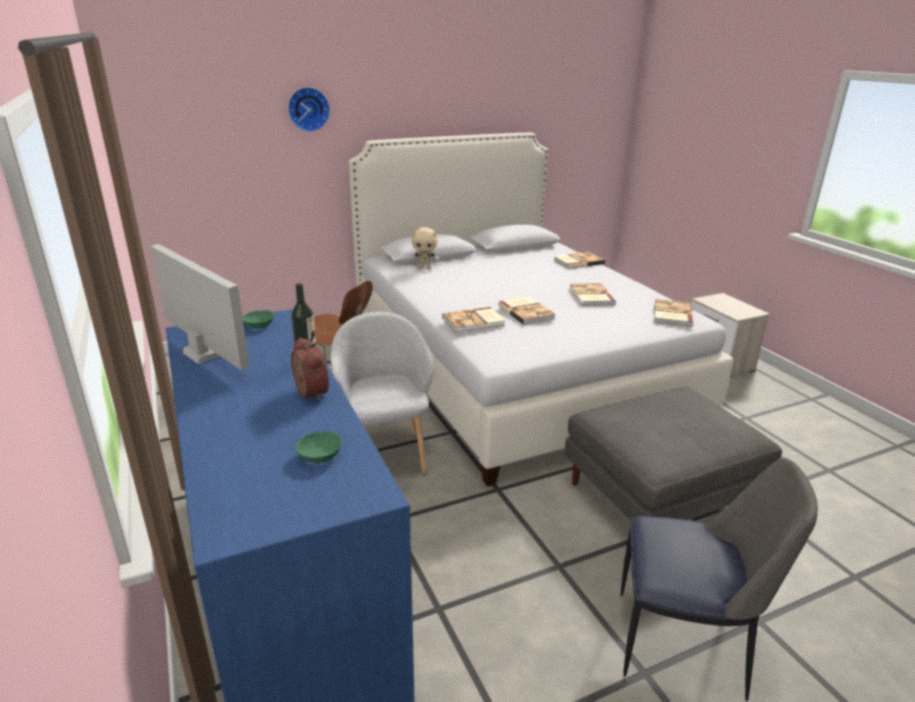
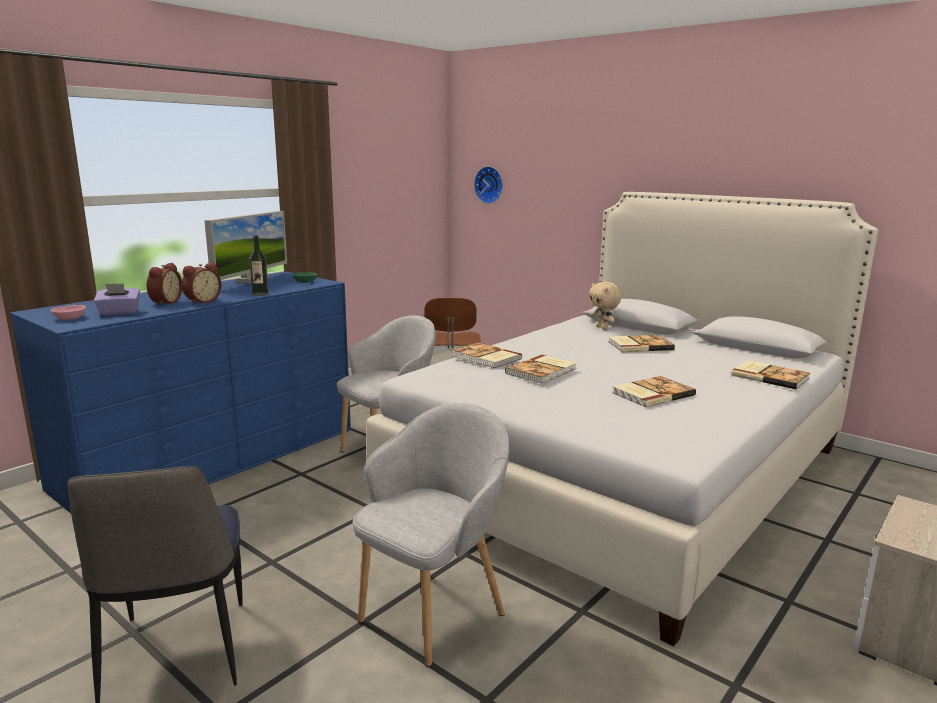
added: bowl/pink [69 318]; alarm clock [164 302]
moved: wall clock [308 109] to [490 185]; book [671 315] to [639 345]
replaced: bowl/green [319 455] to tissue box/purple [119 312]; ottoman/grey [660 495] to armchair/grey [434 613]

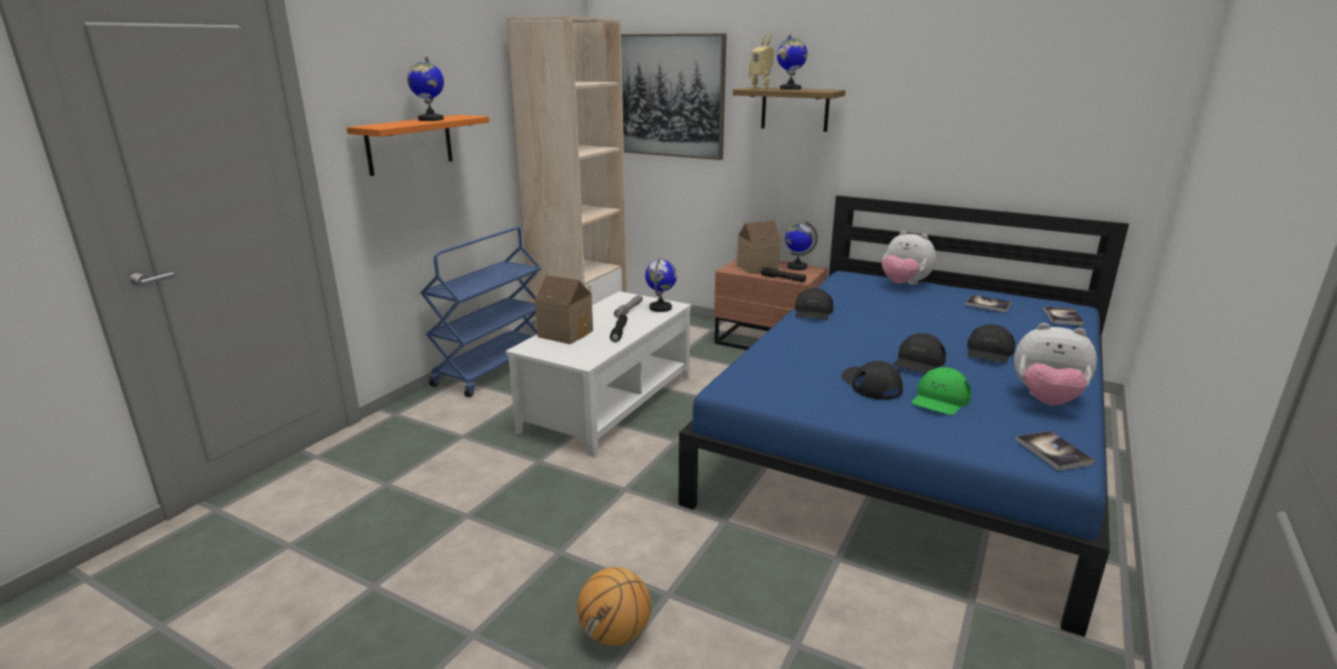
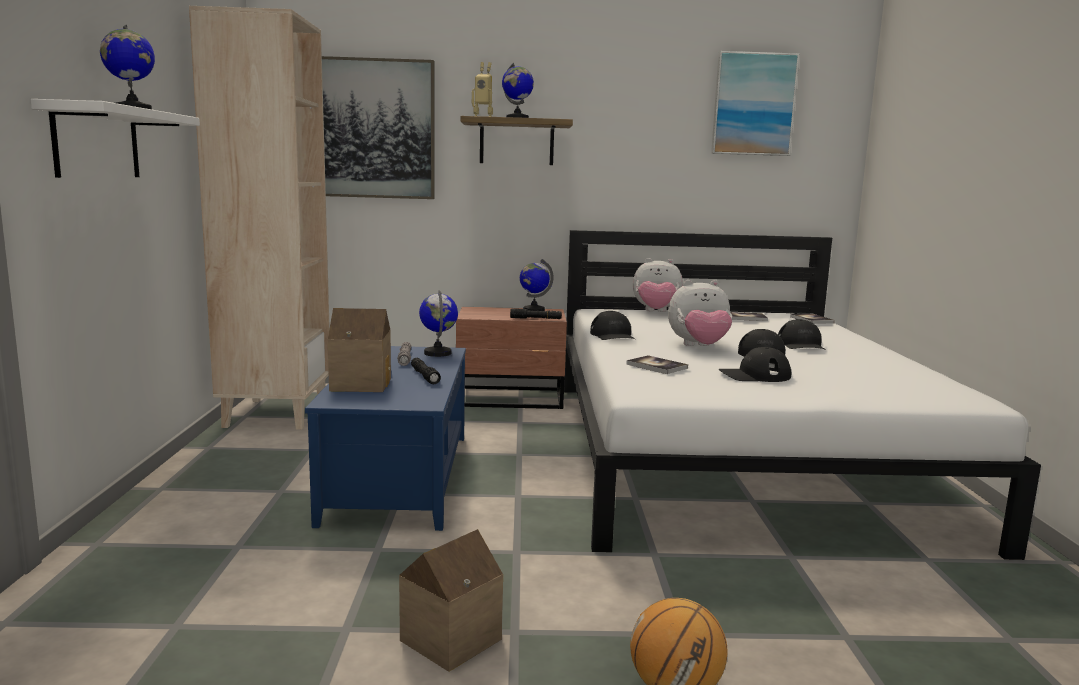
removed: cart/blue [492 368]; cap/green [940 399]
added: picture [753 104]
moved: toy house [756 267] to [447 638]; plush toy [1046 400] to [699 347]; book [1053 452] to [656 366]
recoloured: shelf/orange [410 144] to shelf/white [97 143]; coffee table/white [607 402] to coffee table/blue [397 477]; bed/blue [913 440] to bed/white [734 452]
turned: cap/black [871 385] = [754 375] 45 degrees counterclockwise

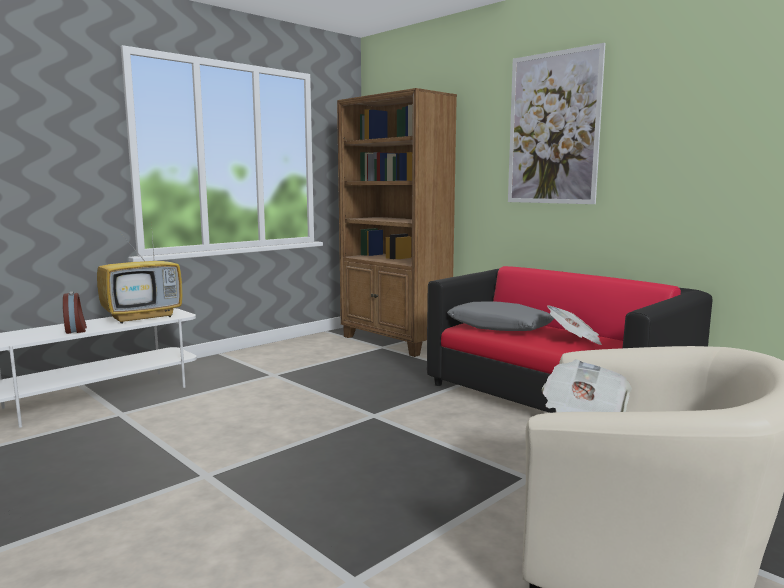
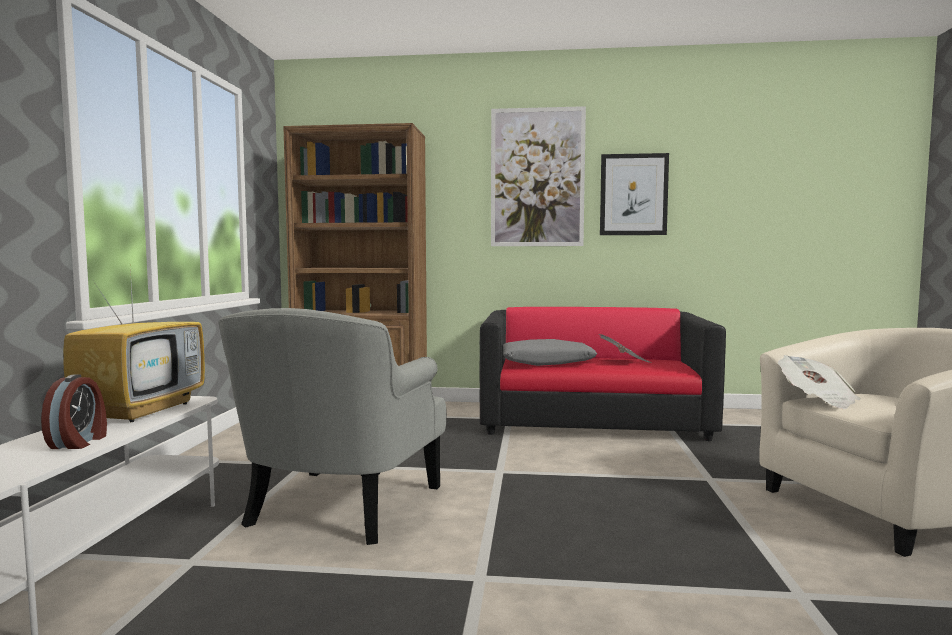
added: armchair/grey [341 506]; picture [633 195]
turned: alarm clock [76 330] = [79 442] 60 degrees clockwise

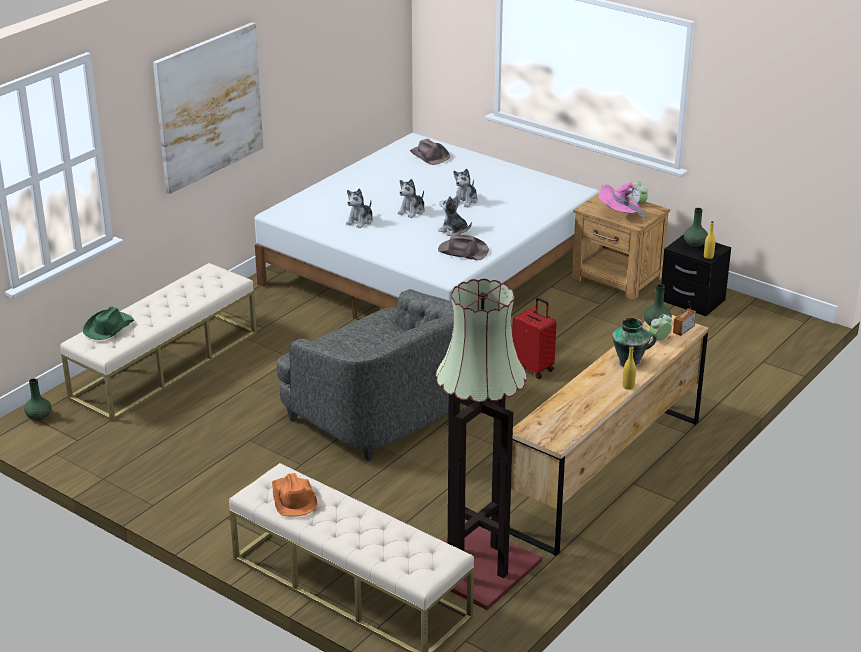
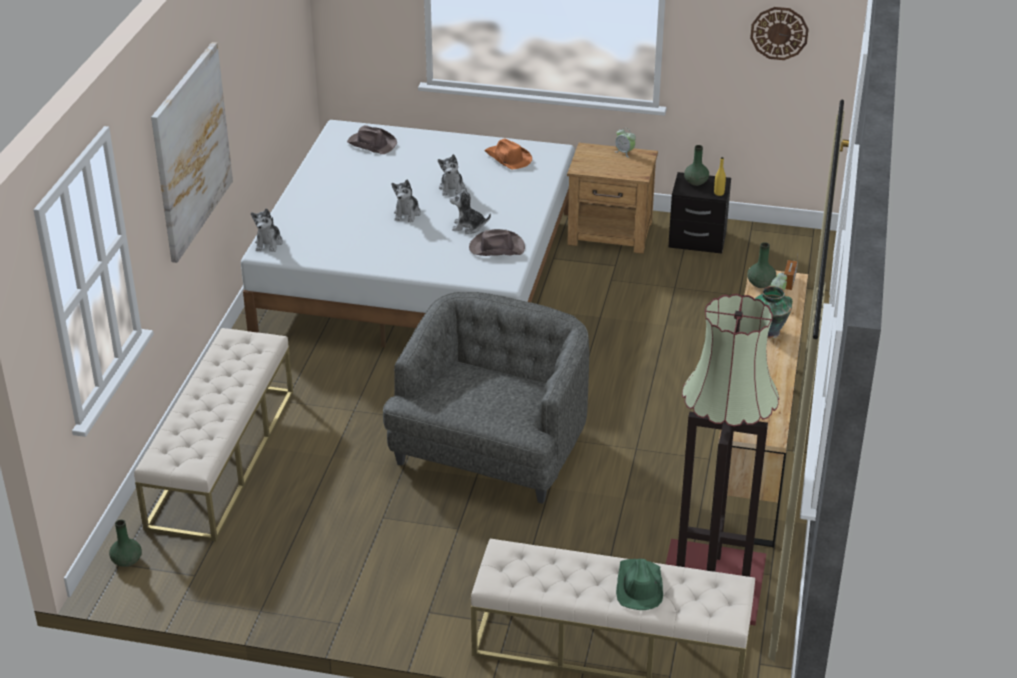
removed: suitcase/red [533 368]; hat/pink [619 215]; bottle/yellow [628 386]
added: wall clock [779 33]
moved: hat/green [108 327] to [639 586]; hat/orange [293 498] to [508 158]; plush toy [360 221] to [269 243]
turned: armchair/grey [377 414] = [491 448] 90 degrees counterclockwise

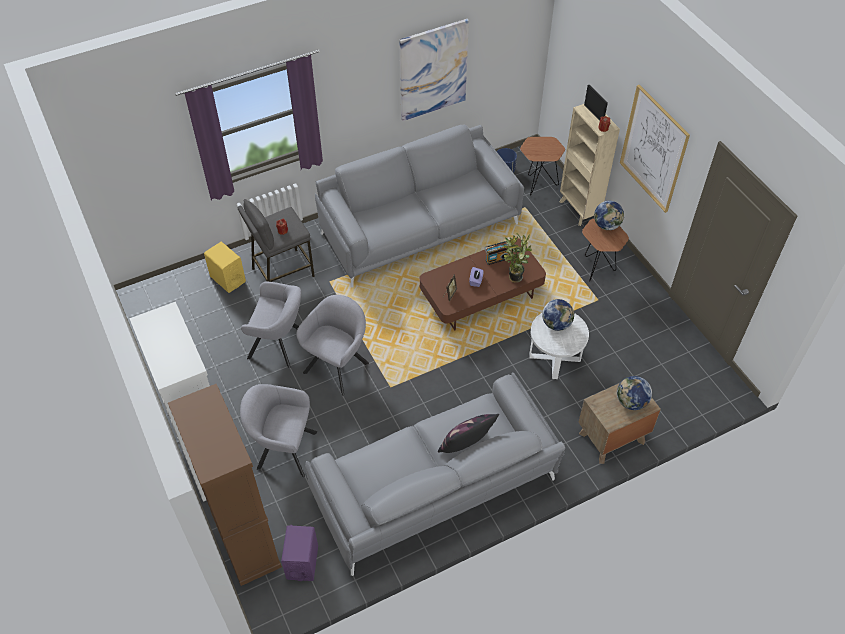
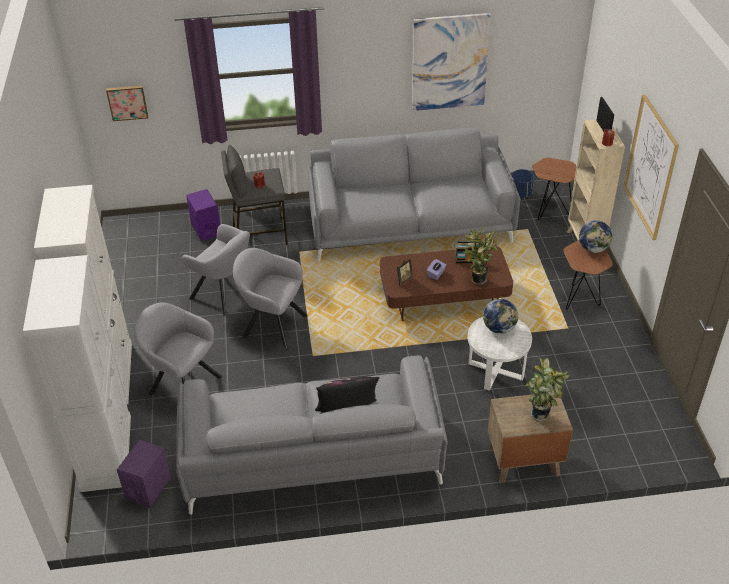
added: picture [127 102]
replaced: globe [631 402] to potted plant [542 415]
recoloured: cabinet/brown [246 539] to cabinet/white [106 452]; speaker/yellow [227 279] to speaker/purple [206 229]
turned: armchair/grey [338 365] = [272 324] 120 degrees counterclockwise

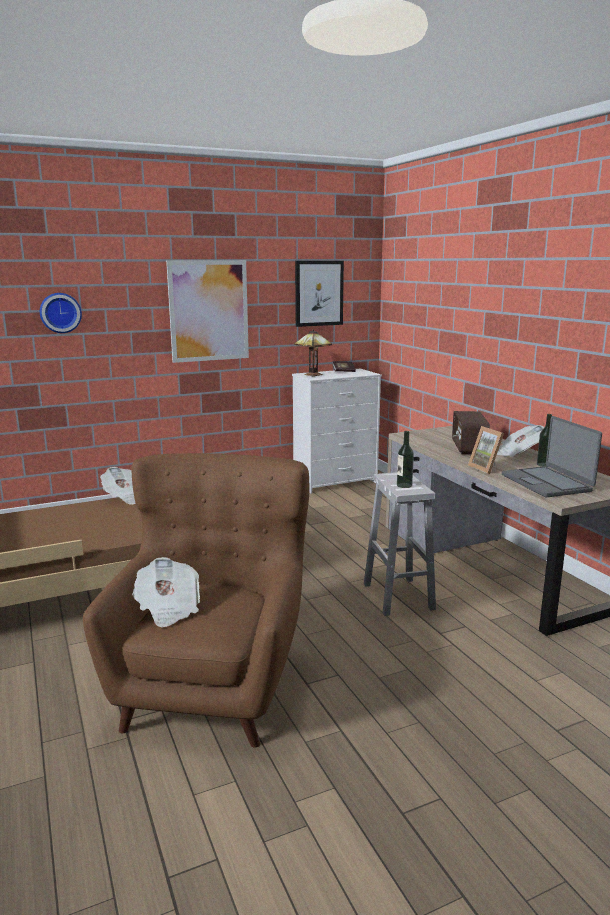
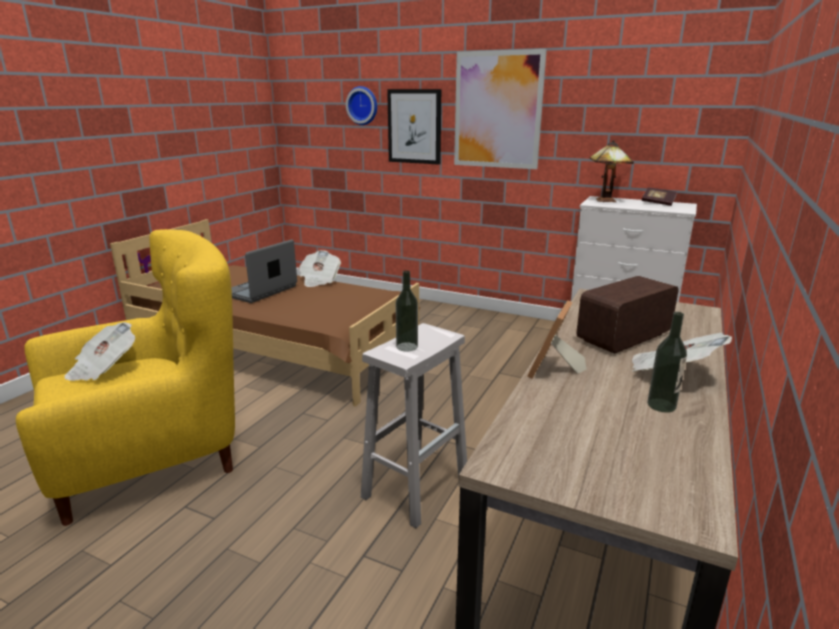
moved: picture [319 293] to [414 126]; laptop [547 483] to [260 291]
recoloured: armchair/brown [213 683] to armchair/yellow [153 458]

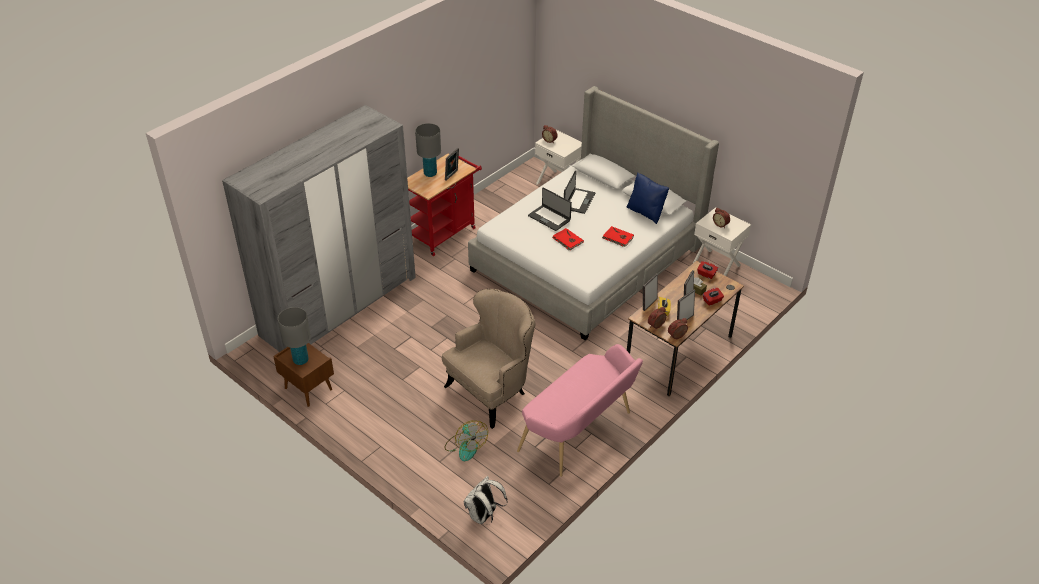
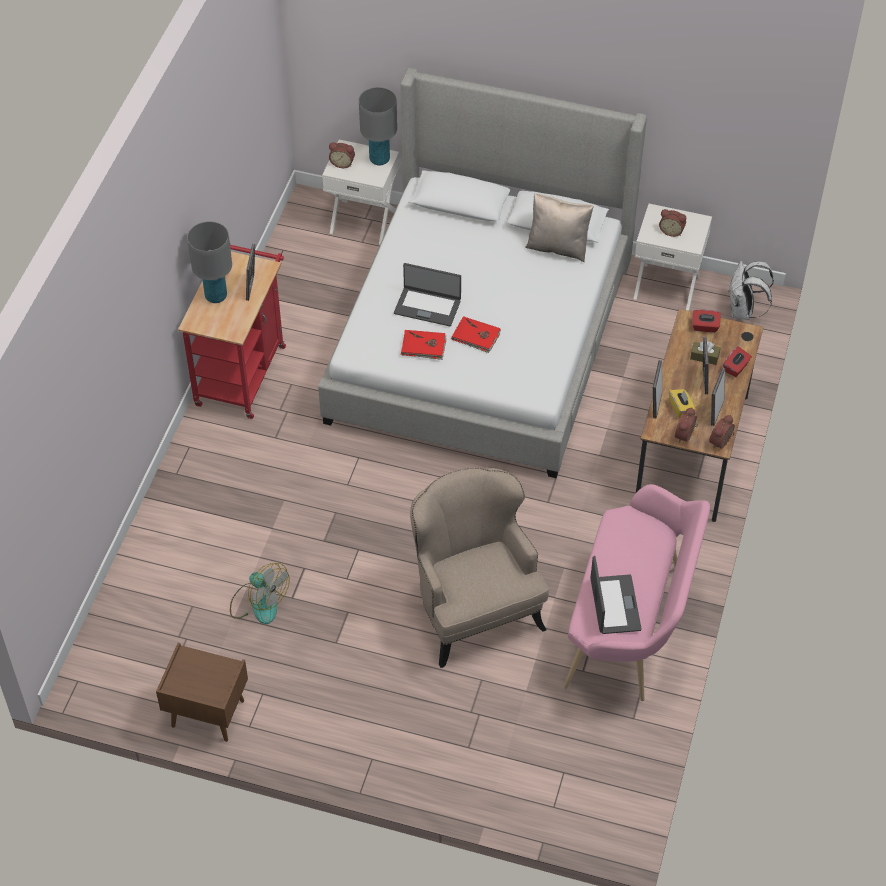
removed: wardrobe/grey [340 305]
moved: table lamp/grey [300 360] to [379 159]; fan [465 446] to [258 603]; backpack/white [484 516] to [743 311]; laptop [578 201] to [614 605]; book/red [618 238] to [423 346]
recoloured: pillow/blue [646 212] to pillow/beige [558 247]
turned: armchair/beige [492 391] = [474 609] 45 degrees counterclockwise

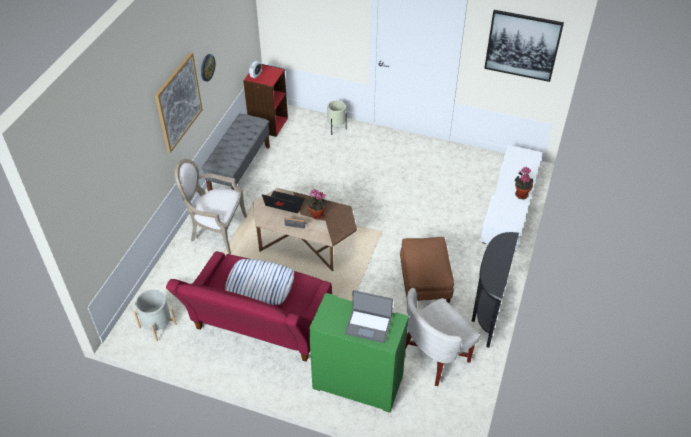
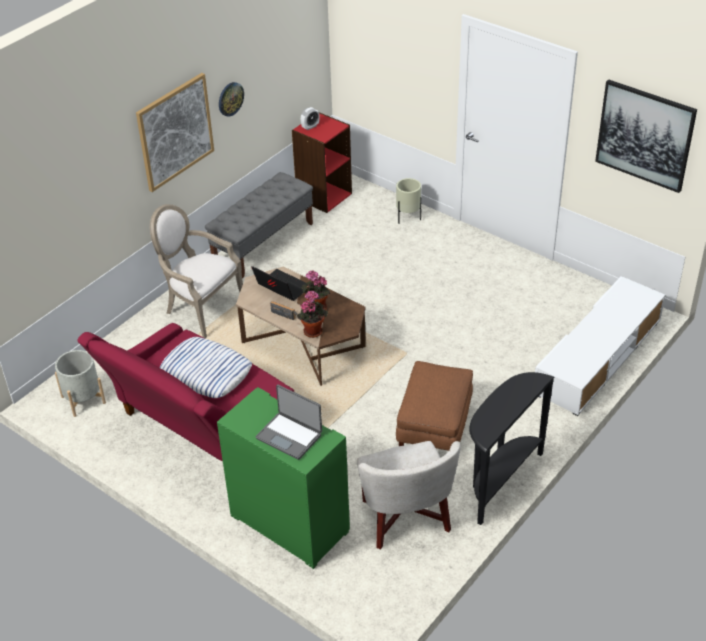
moved: potted plant [521 194] to [313 330]
turned: armchair/white [435 355] = [405 517] 90 degrees counterclockwise

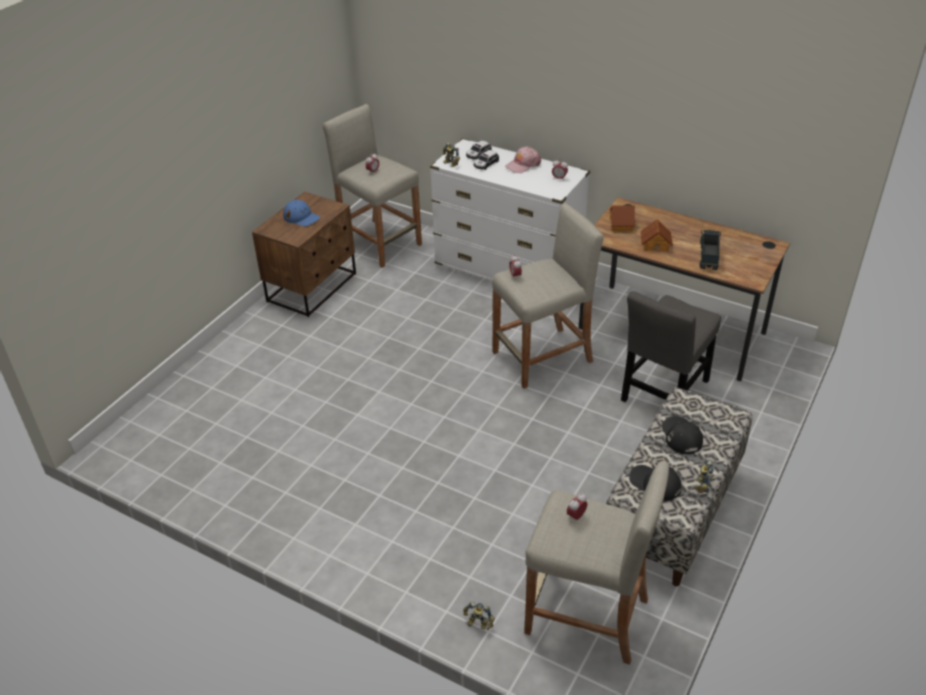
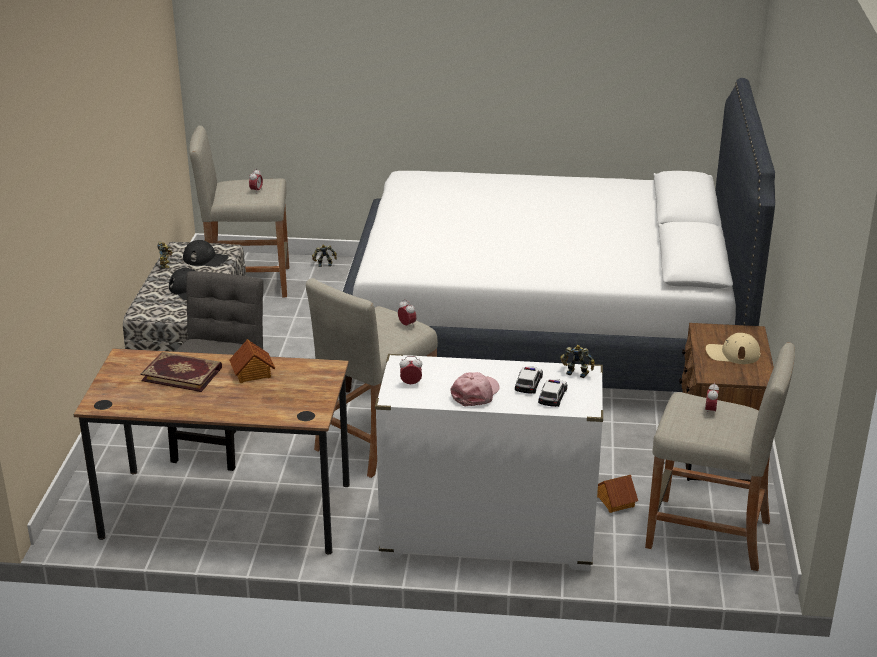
added: bed/white [544 332]
moved: toy house [621 225] to [614 501]
replaced: toy truck [708 255] to book [182 373]
recoloured: cap/blue [301 217] to cap/beige [732 354]

